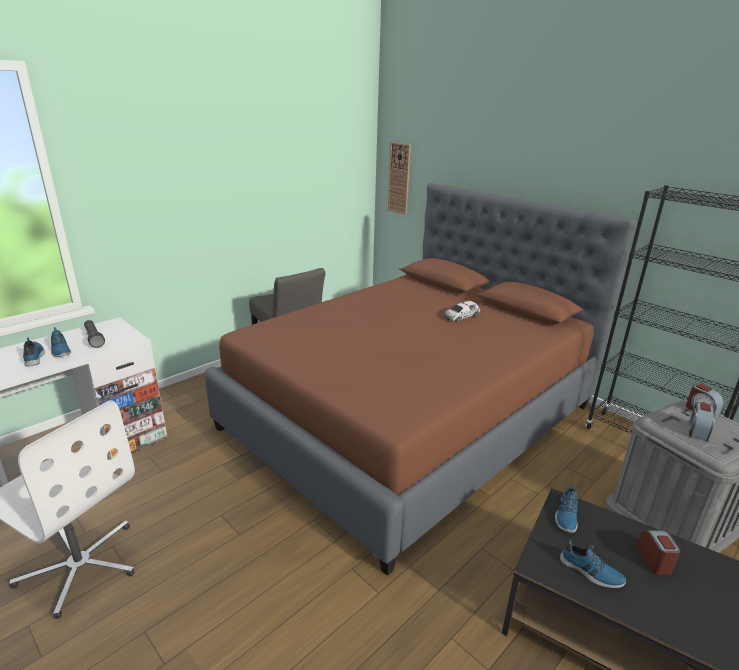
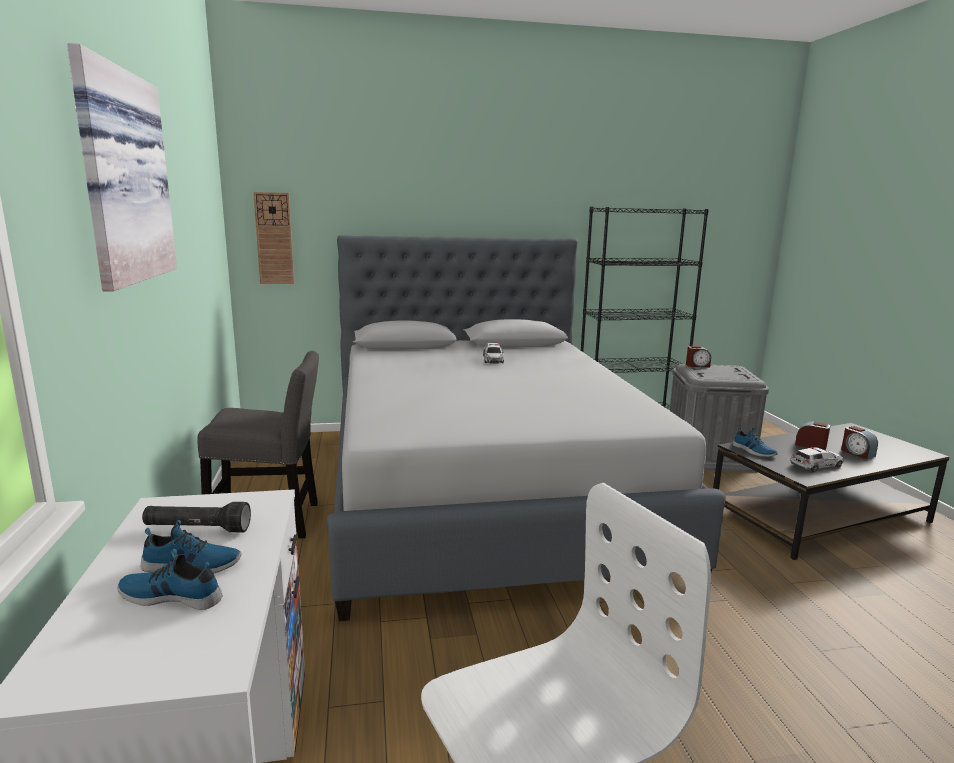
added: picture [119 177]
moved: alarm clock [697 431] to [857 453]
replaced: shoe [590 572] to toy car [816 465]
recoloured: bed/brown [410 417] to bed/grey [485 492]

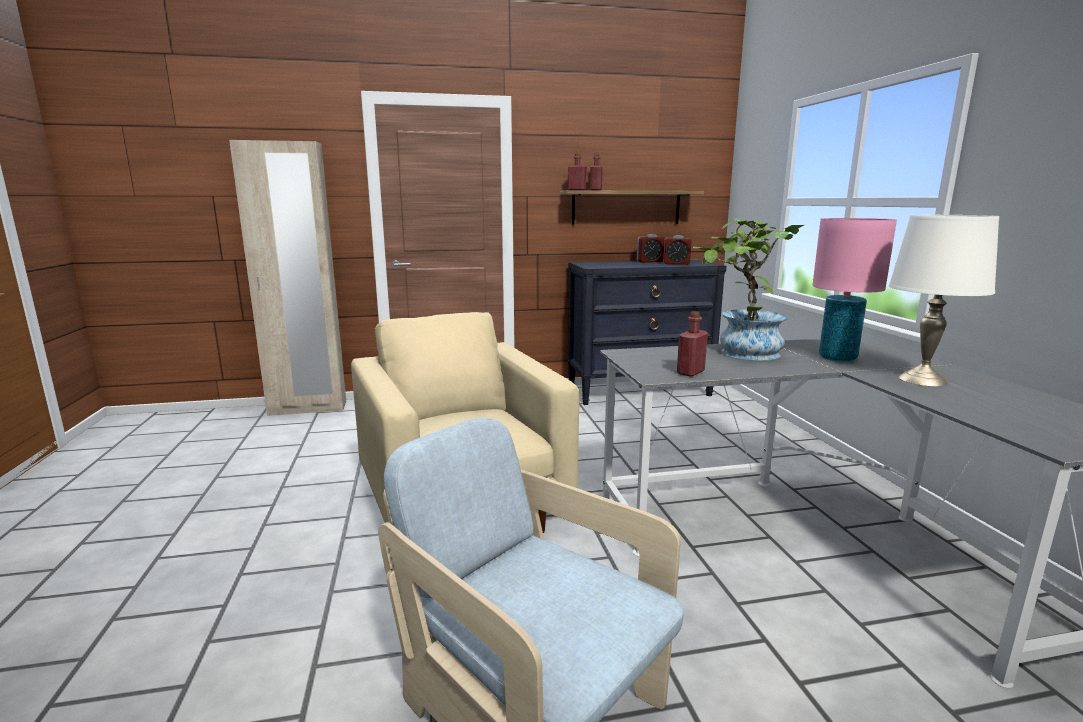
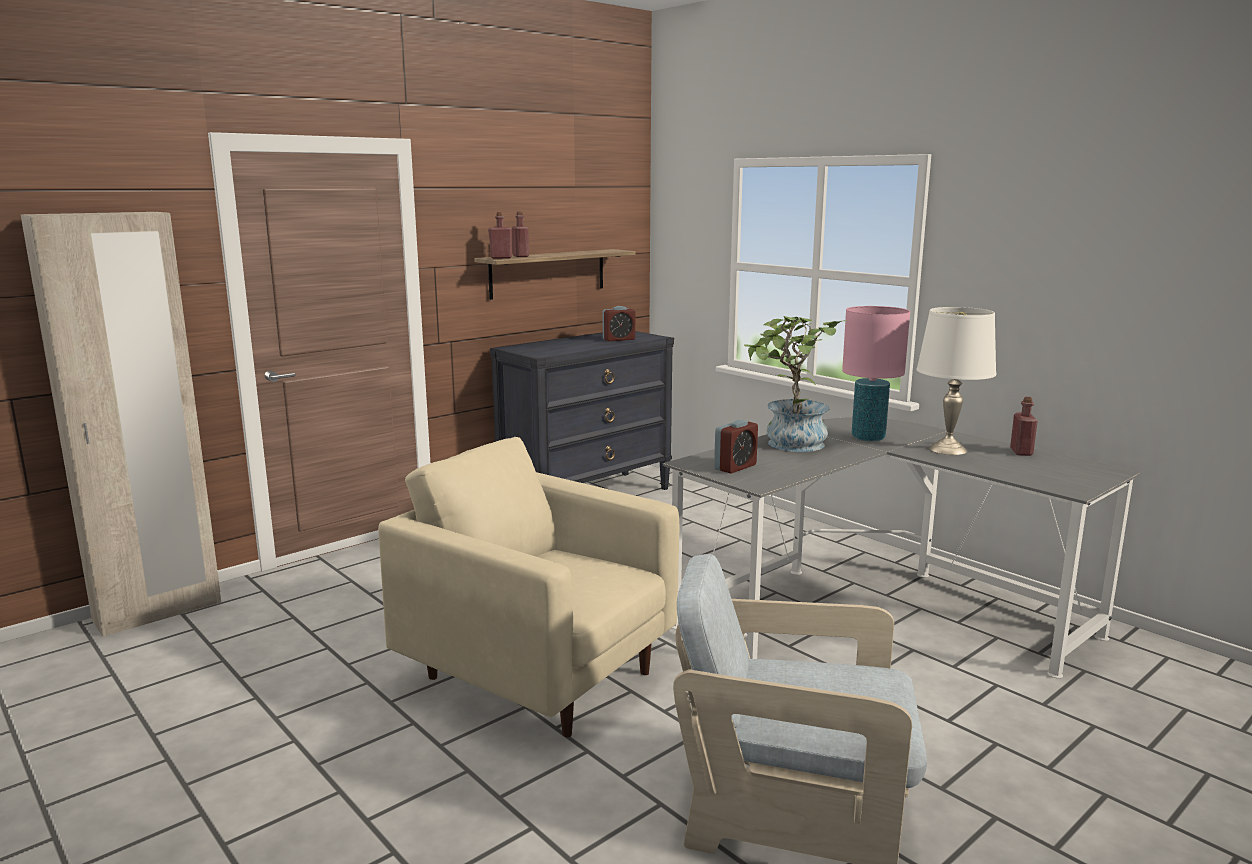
moved: alarm clock [649 261] to [735 467]; bottle/red [690 372] to [1021 452]

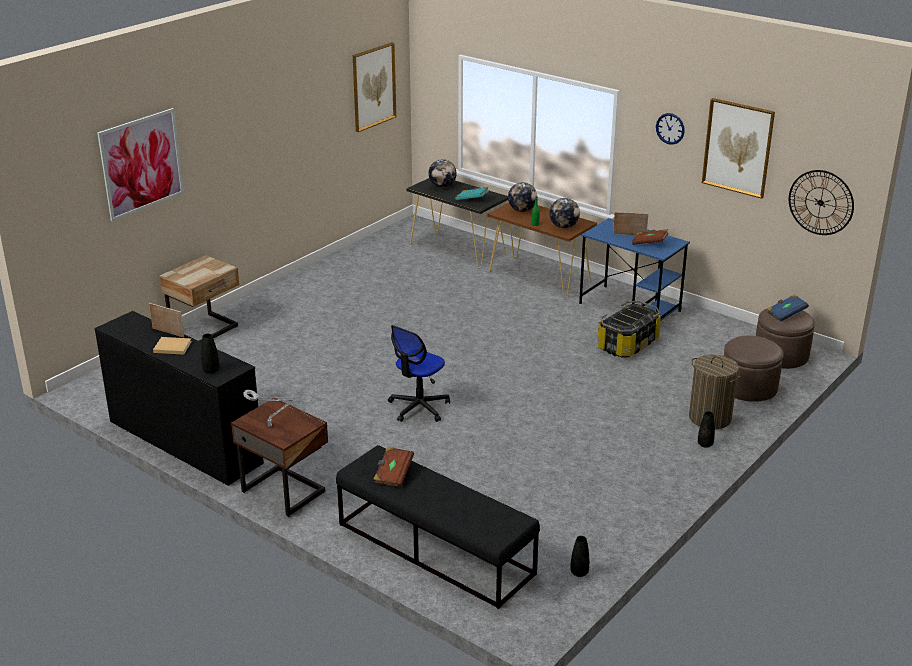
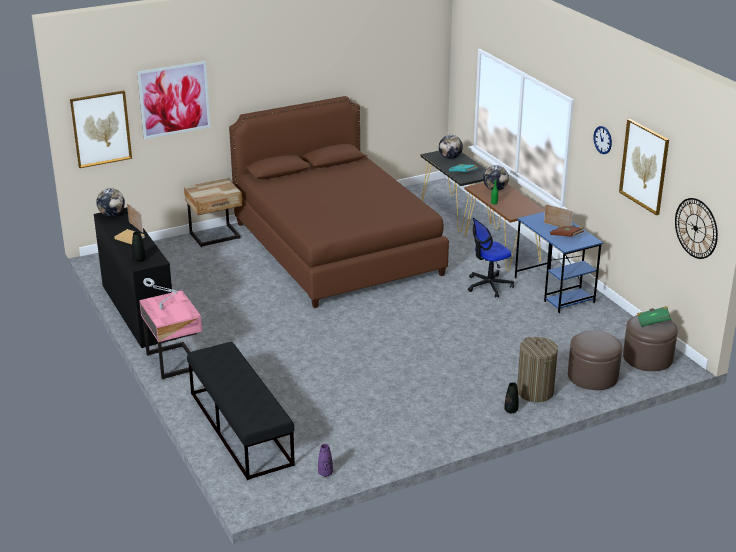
removed: book/brown [393 474]; storage box [628 344]
added: bed/brown [336 248]
moved: picture [373 86] to [101 129]; office chair [418 407] to [489 285]; globe [564 227] to [112 214]
recoloured: nightstand/brown [285 491] to nightstand/pink [175 361]; vase/black [579 572] to vase/purple [325 473]; book/blue [786 314] to book/green [653 322]

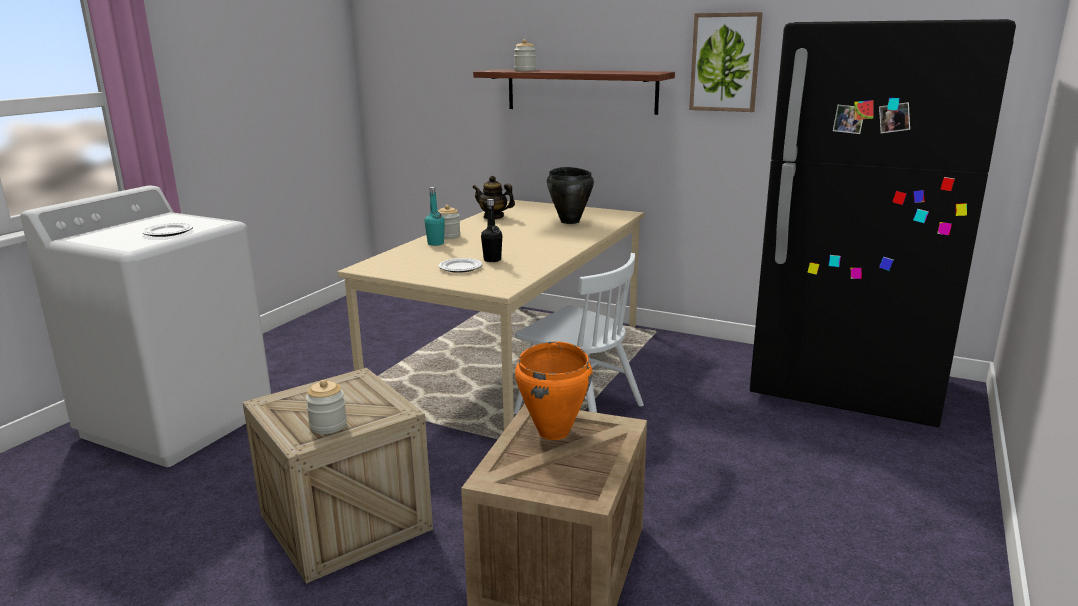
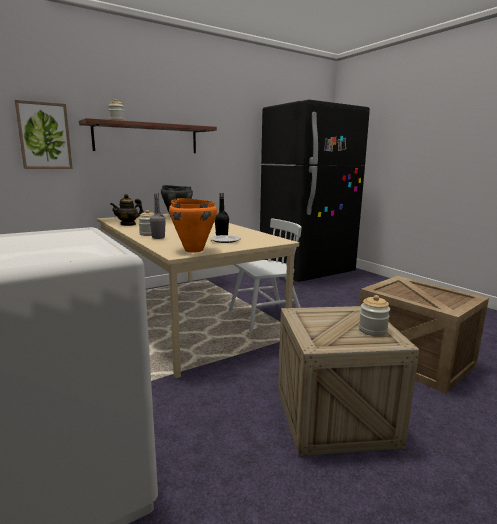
removed: plate [168 232]
moved: cooking pot/orange [554 432] to [194 250]; picture [725 62] to [44 136]
recoloured: bottle/turquoise [435 243] to bottle/grey [158 237]

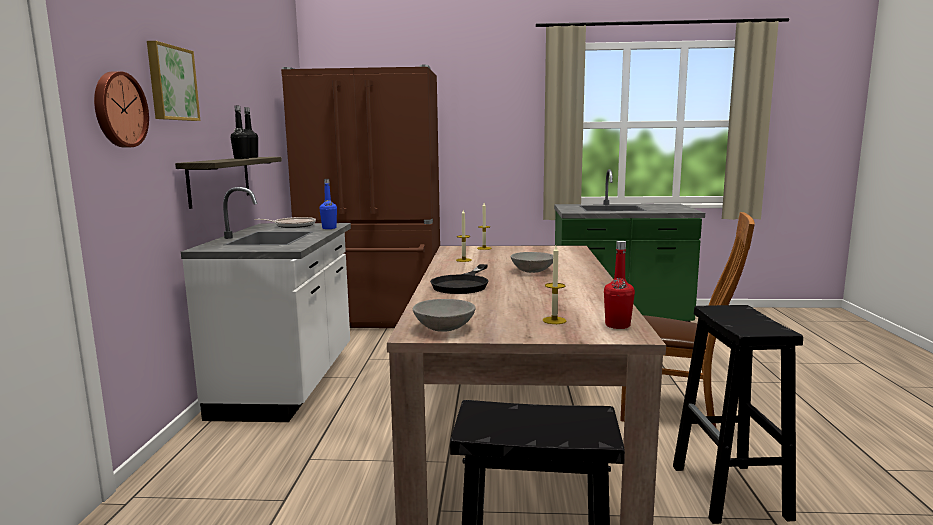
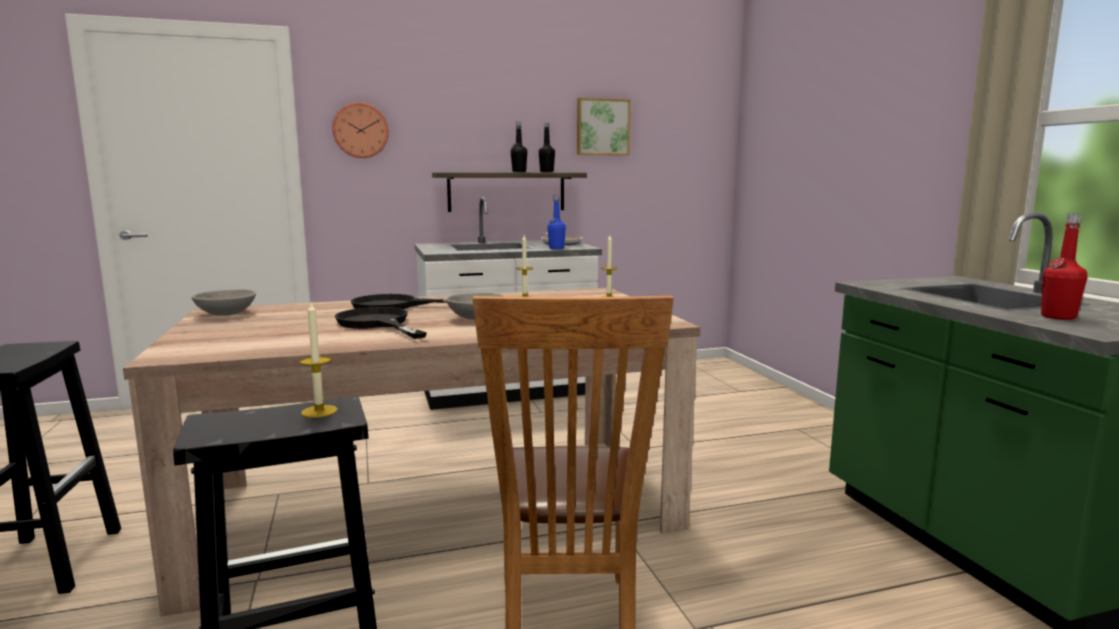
removed: fridge/brown [374 319]
added: frying pan/black [378 324]
moved: picture [171 83] to [602 127]; candle [554 320] to [319 411]; bottle/red [617 325] to [1058 317]

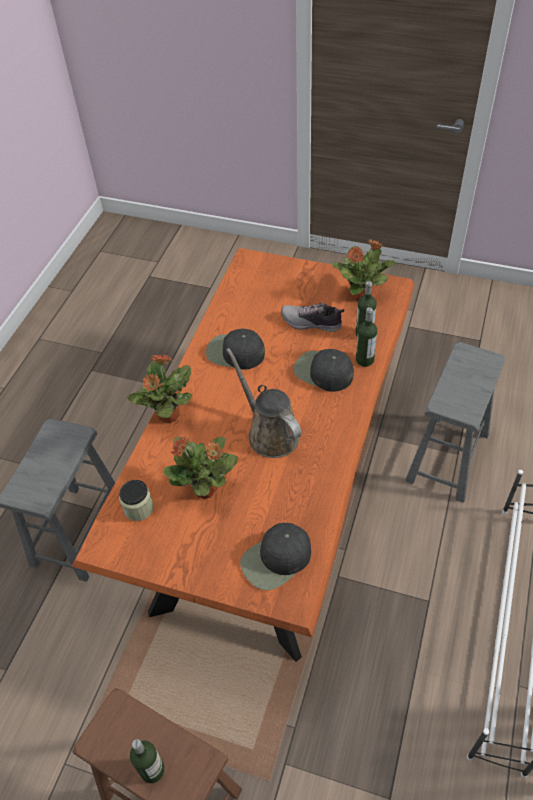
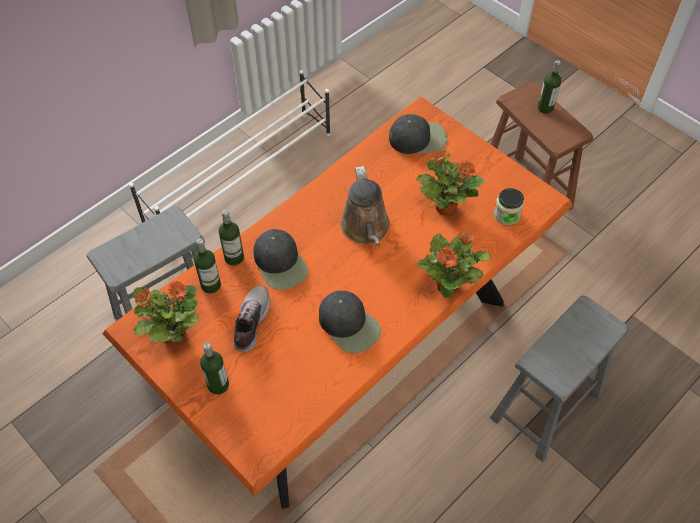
added: bottle [218 385]
turned: shoe [311 323] = [250 323] 120 degrees counterclockwise

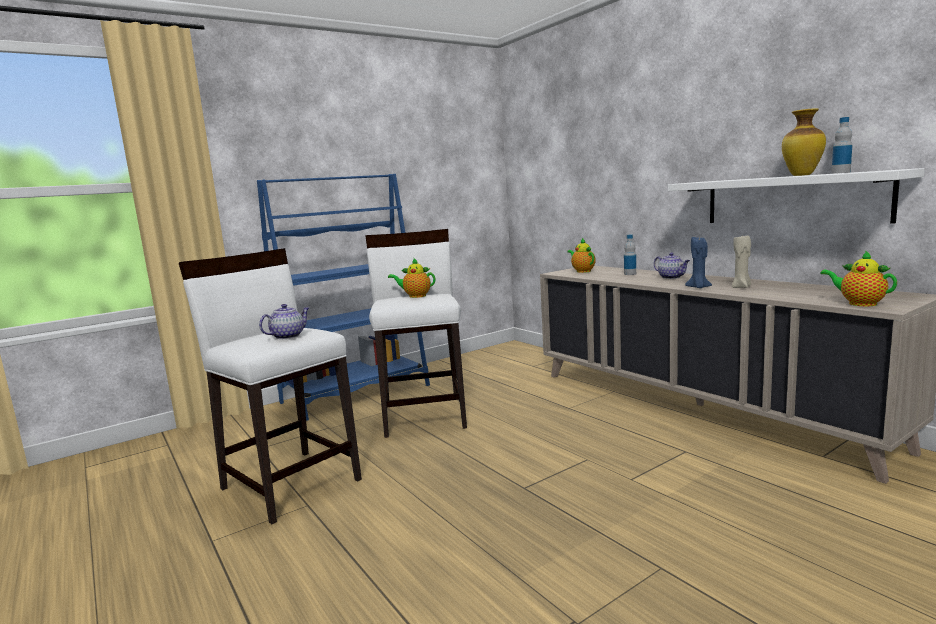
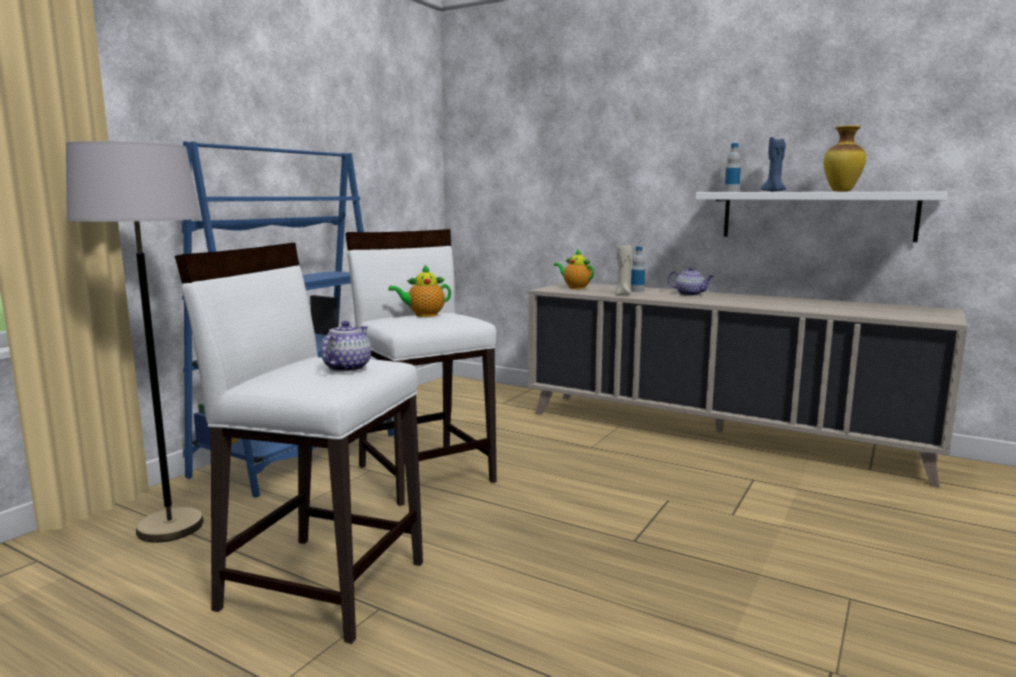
removed: teapot [859 303]
added: floor lamp/grey [170 527]
moved: candle/blue [698 287] to [774 191]; candle/beige [741 287] to [623 294]; bottle [840 172] to [731 191]

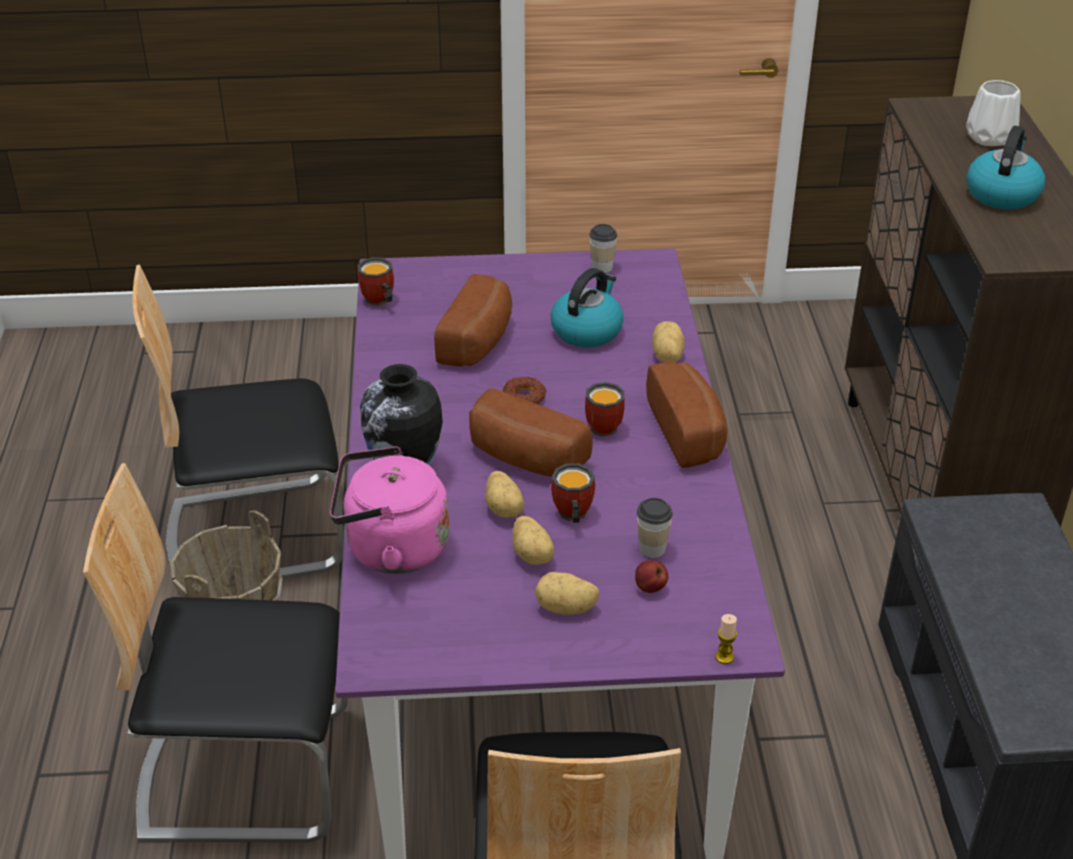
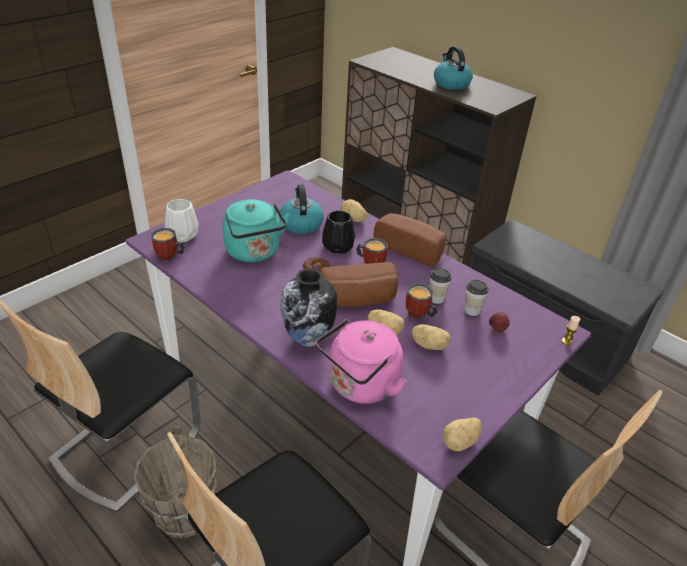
added: vase/black [339 246]
moved: potato [566 608] to [460 442]; cup [602 267] to [436 298]; vase/white [990 138] to [183 235]
replaced: bread [479 341] to kettle/turquoise [255 252]

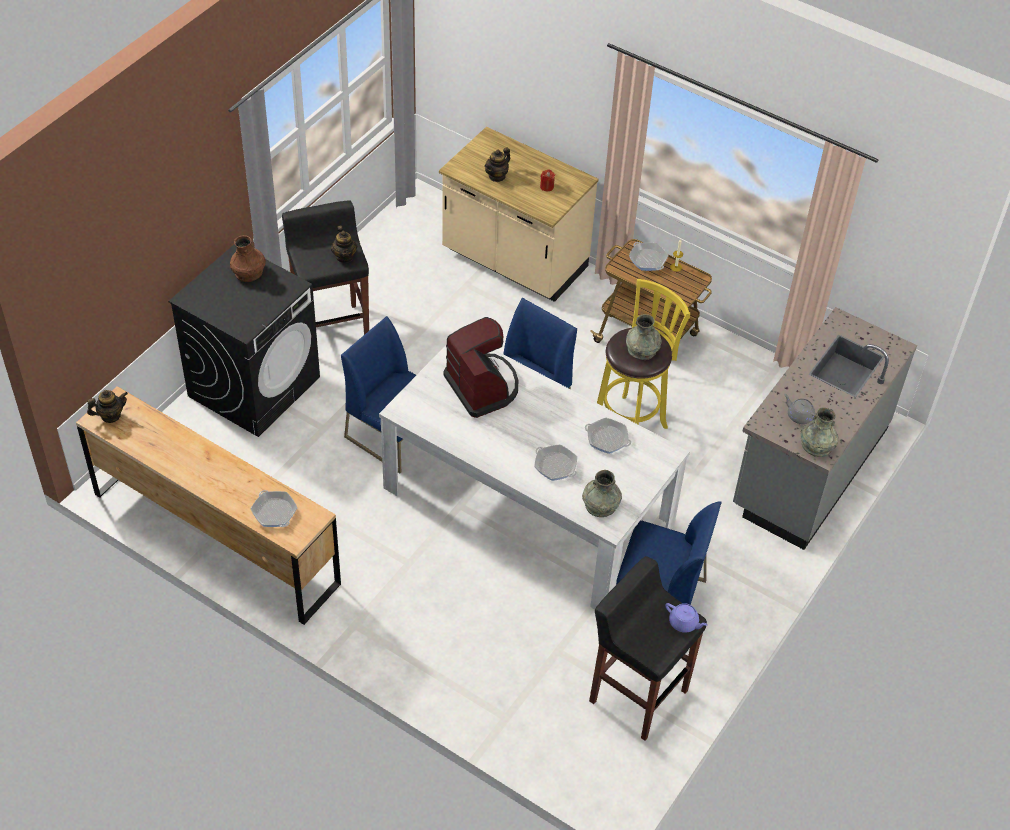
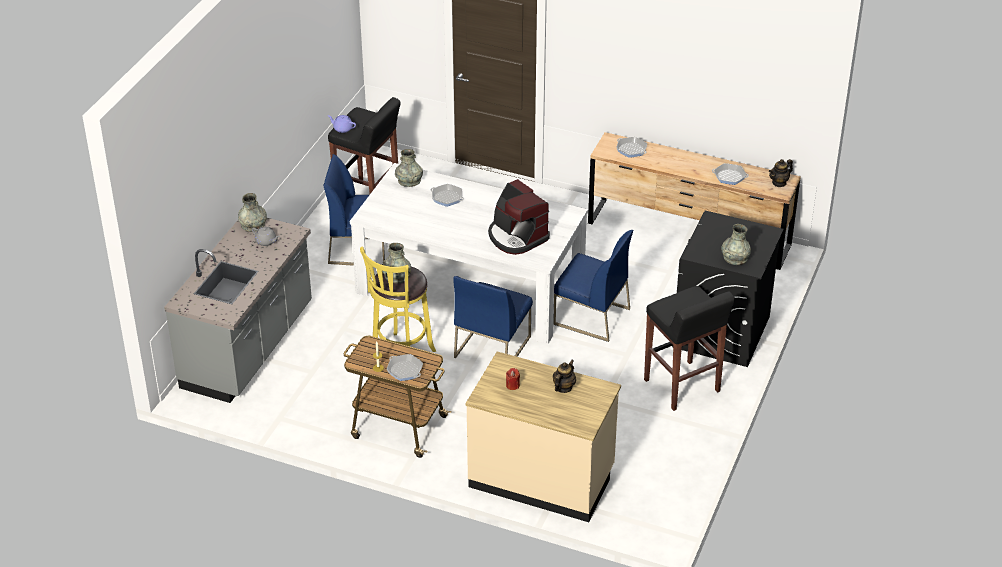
removed: teapot [344 256]
moved: frying pan [607 439] to [729 176]
recoloured: vase/brown [249 272] to vase/grey [735 258]

